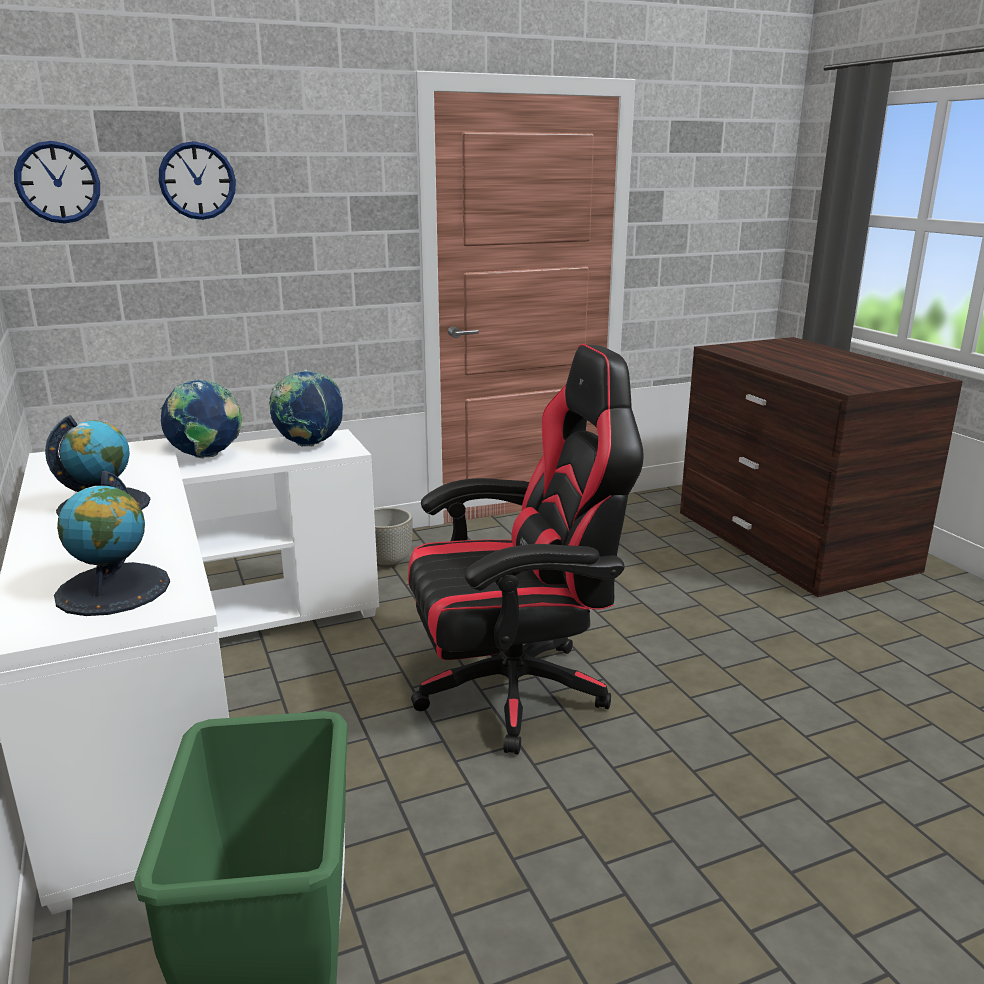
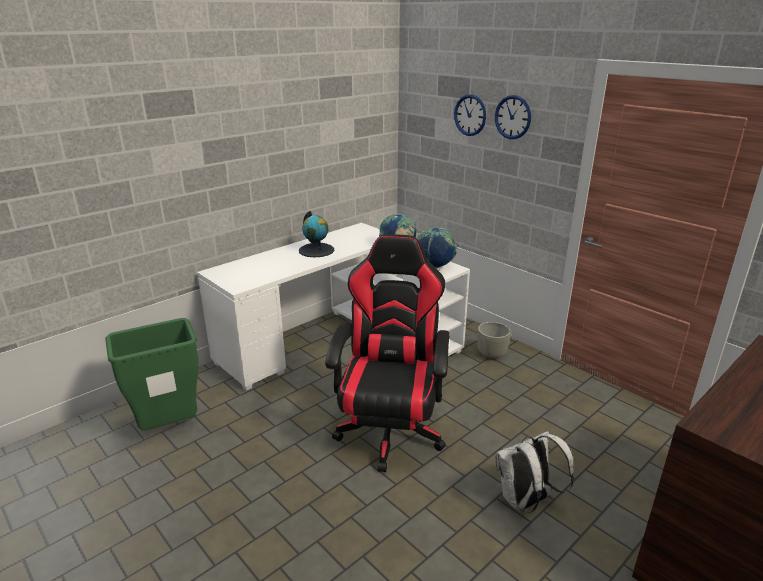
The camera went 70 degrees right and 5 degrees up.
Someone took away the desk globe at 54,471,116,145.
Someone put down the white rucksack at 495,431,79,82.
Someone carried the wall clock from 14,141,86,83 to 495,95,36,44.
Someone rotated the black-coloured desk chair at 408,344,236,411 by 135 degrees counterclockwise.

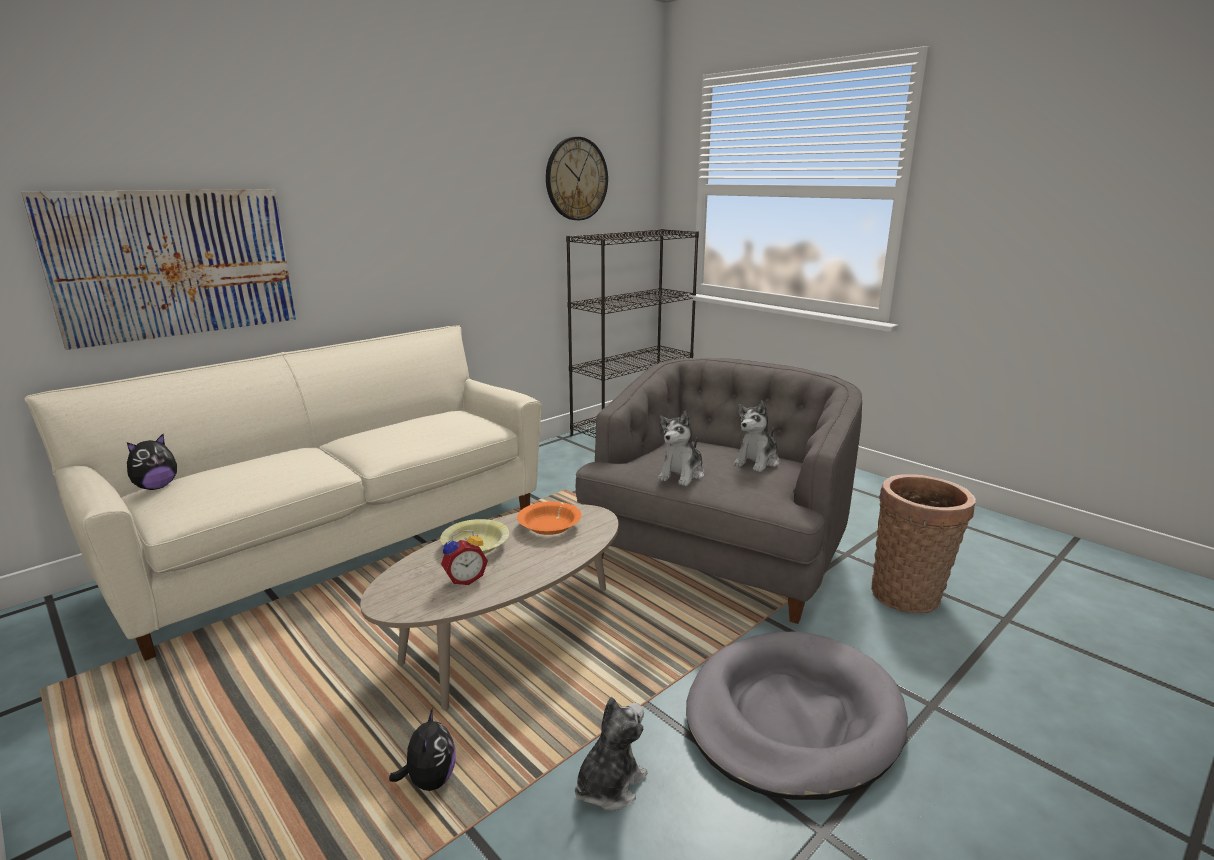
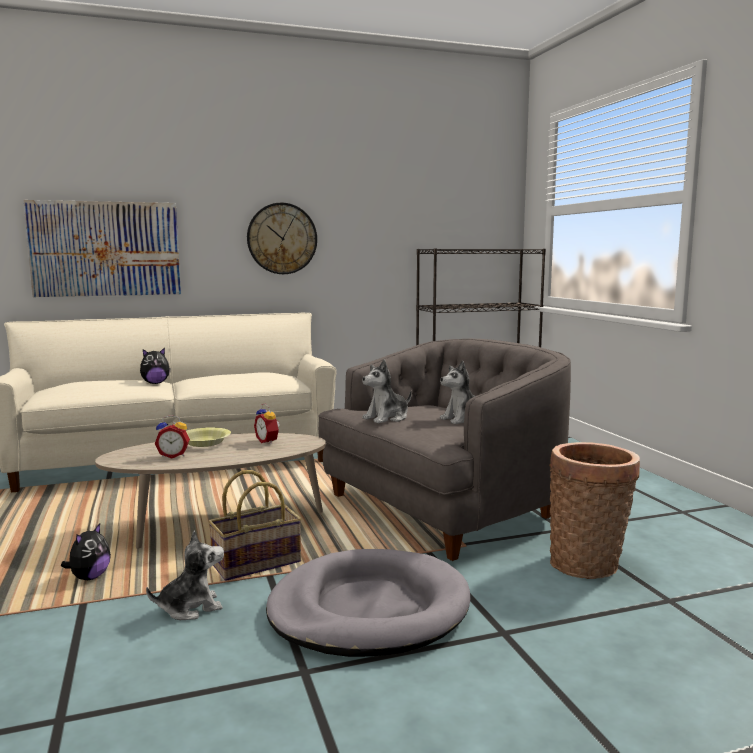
The camera went 25 degrees right and 10 degrees down.
Someone put down the household basket at 208,470,93,111.
Someone carried the soft toy from 127,434,50,56 to 140,348,31,36.
Someone carried the wall clock from 546,137,62,83 to 247,203,70,71.
Someone swapped the orange-coloured bowl at 517,501,64,34 for the bedside clock at 254,403,26,42.

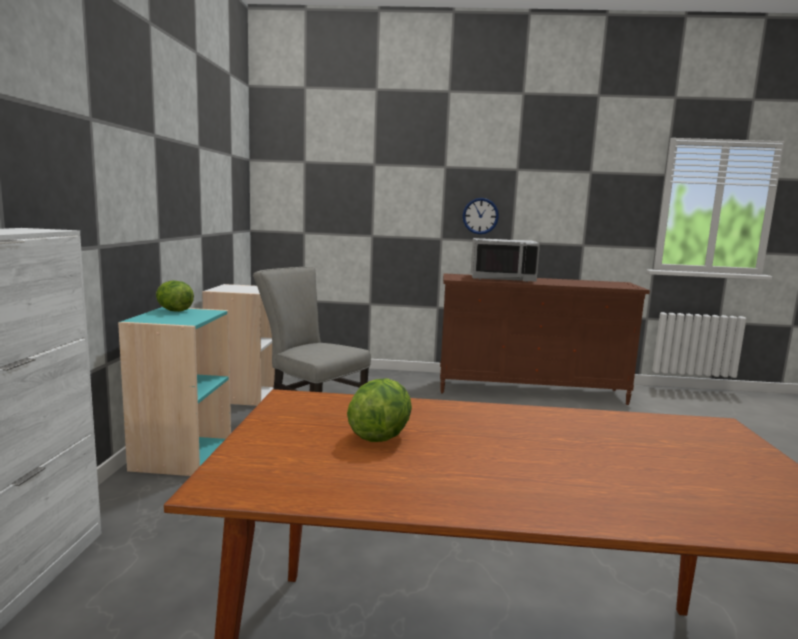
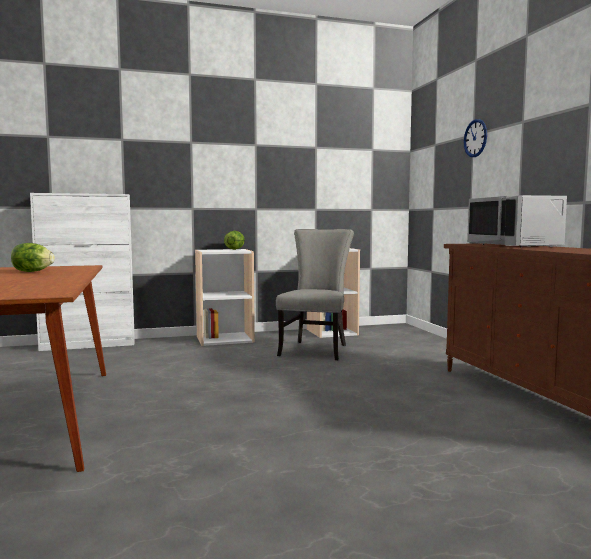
The camera went 70 degrees right and 5 degrees down.
Someone carried the wall clock from 463,198,36,36 to 464,119,23,38.
Someone repainted the turquoise-coloured bookcase at 118,307,113,169, which became the white bookcase at 195,249,60,97.

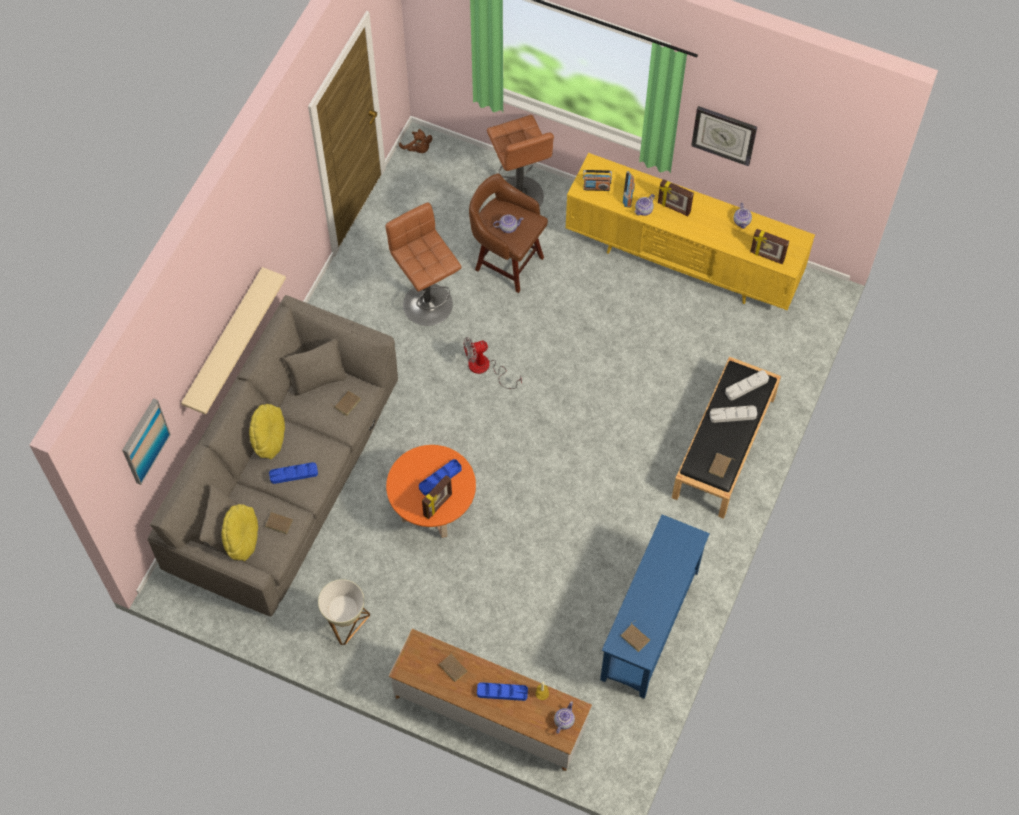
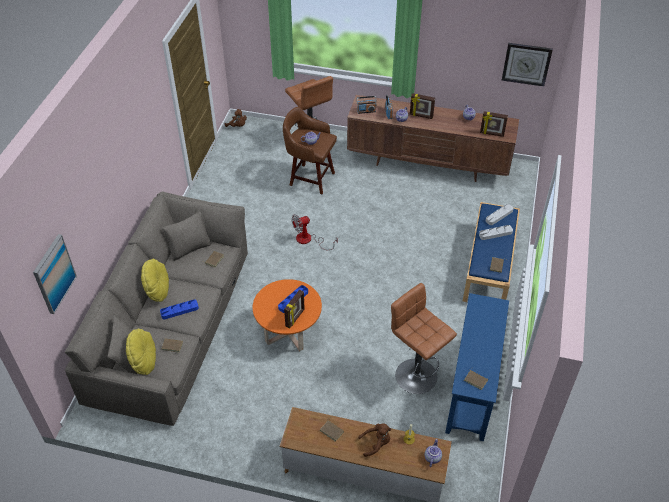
The camera went 10 degrees left and 15 degrees down.
Someone took away the sand-coloured shelf at 181,267,105,148.
Someone took away the flower pot at 318,579,52,66.
Someone carried the brownish stool from 385,203,77,123 to 391,283,66,111.
Someone carried the wall clock from 691,106,66,61 to 502,43,51,44.
Someone swapped the blue serving tray at 477,682,51,19 for the brownish soft toy at 358,423,33,34.
Someone repainted the yellow cabinet at 566,153,249,157, which became the brownish cabinet at 347,95,172,87.
Someone repainted the black-coloured indoor bench at 672,357,109,162, which became the blue indoor bench at 463,202,57,100.

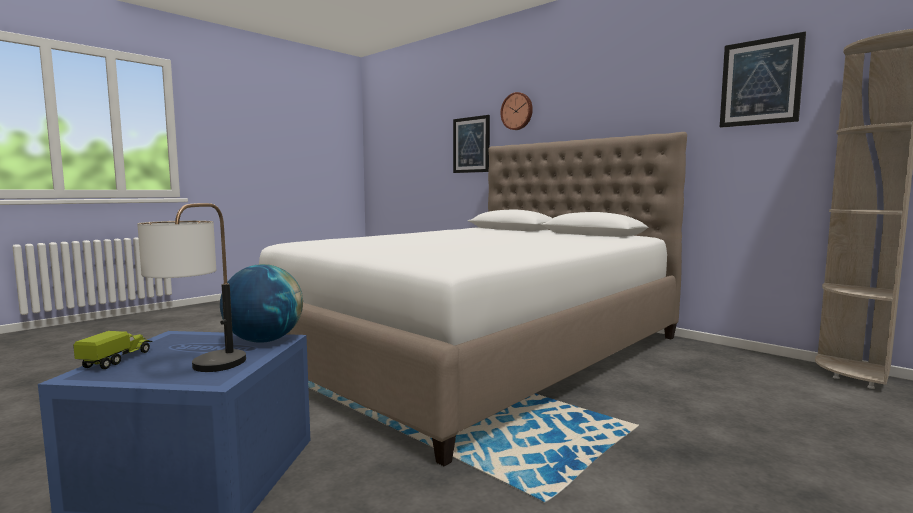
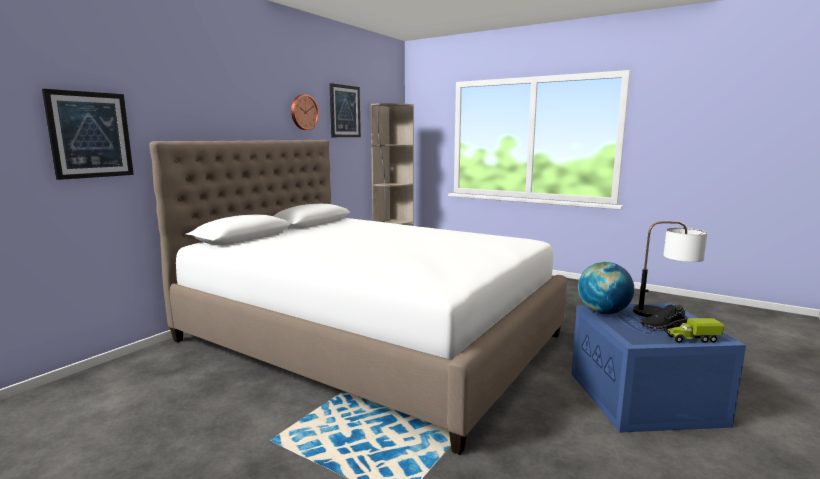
The camera went 100 degrees left and 5 degrees up.
Someone put down the black-coloured item of footwear at 640,305,48,26.
Someone carried the wall clock from 501,92,32,38 to 291,94,28,36.

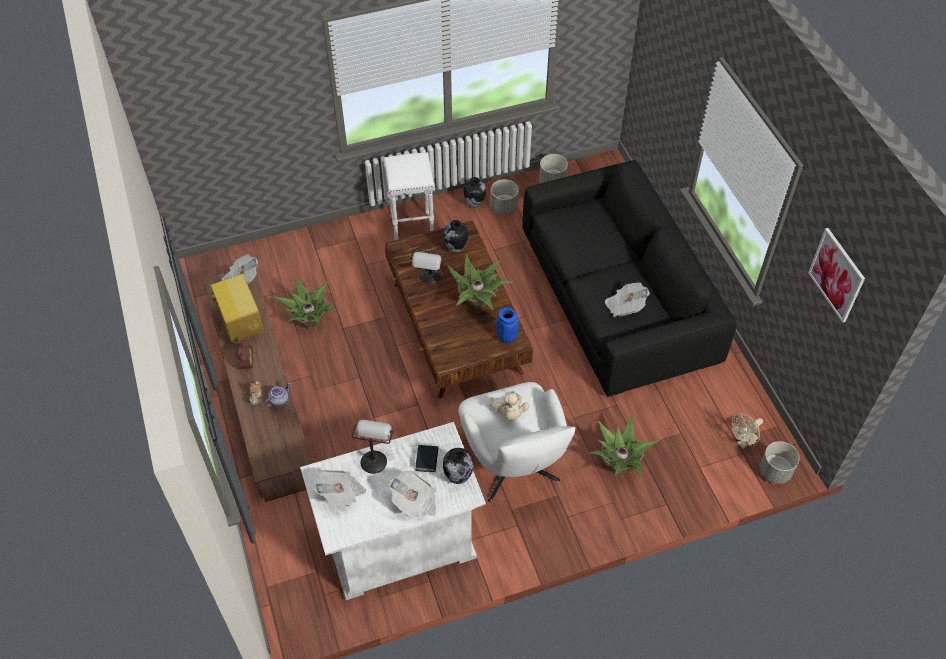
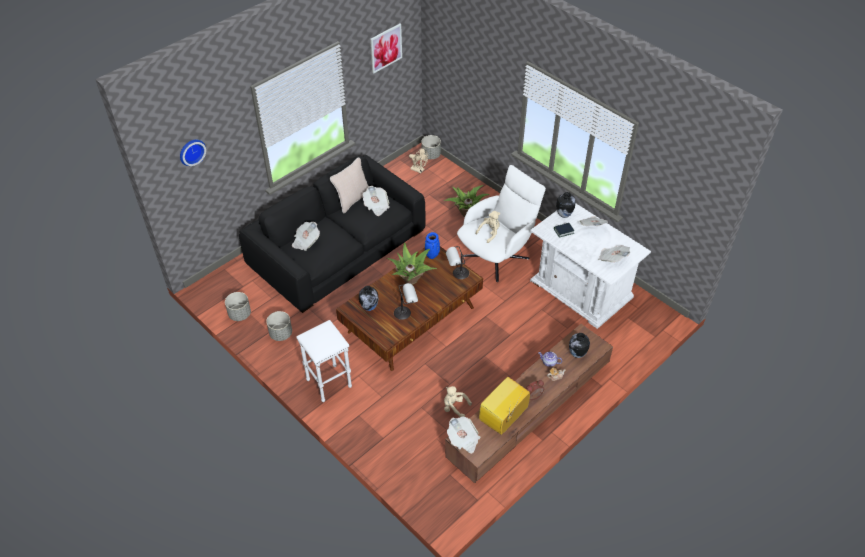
The camera went 115 degrees left and 5 degrees down.
Someone put up the wall clock at 180,140,26,26.
Someone put down the printed paper at 292,222,28,29.
Someone put down the sand-coloured throw pillow at 330,157,39,56.
Someone carried the tabletop lamp from 352,420,41,54 to 446,246,23,33.
Someone carried the vase from 463,177,23,30 to 569,333,21,25.
Someone swapped the houseplant at 274,278,62,51 for the sand-coloured soft toy at 444,386,28,31.

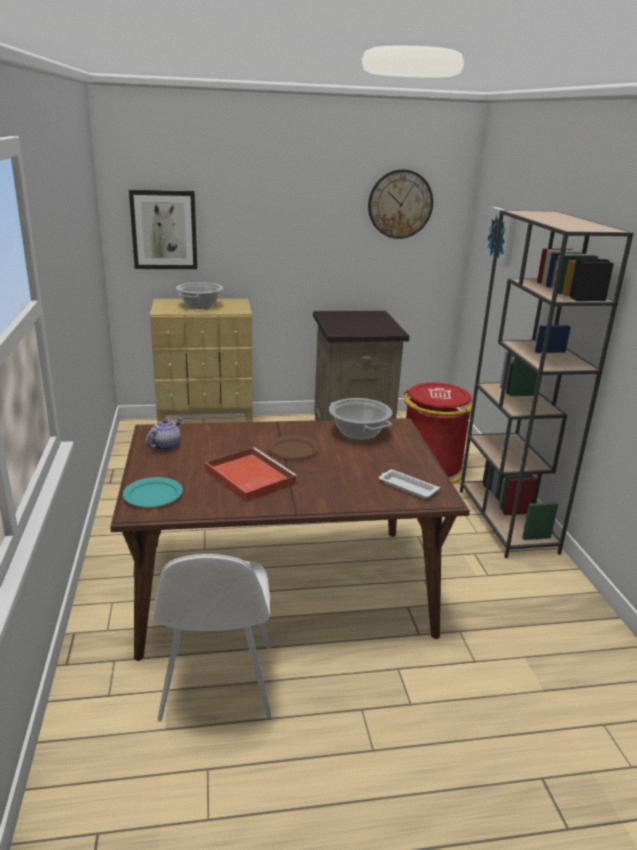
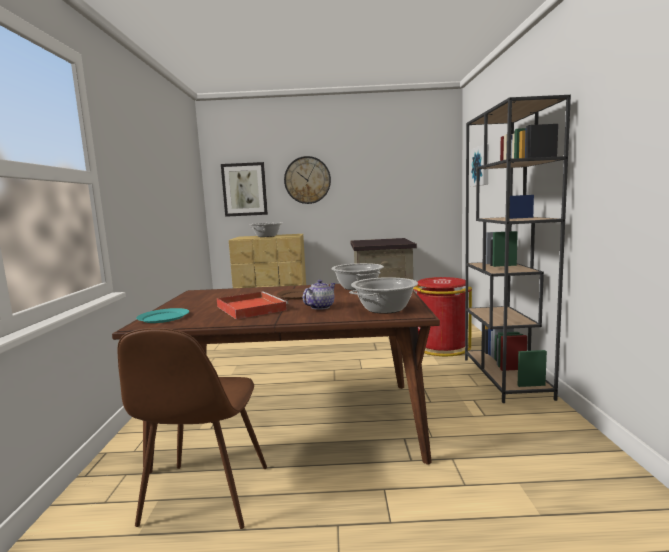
The camera went 10 degrees right and 15 degrees down.
Someone carried the teapot from 146,418,37,33 to 303,280,33,30.
Someone carried the wall clock from 368,169,65,70 to 284,156,47,48.
Someone swapped the white serving tray at 379,469,61,29 for the cooking pot at 349,277,69,37.
Someone repainted the white plain chair at 153,554,119,168, which became the brownish plain chair at 118,328,149,201.

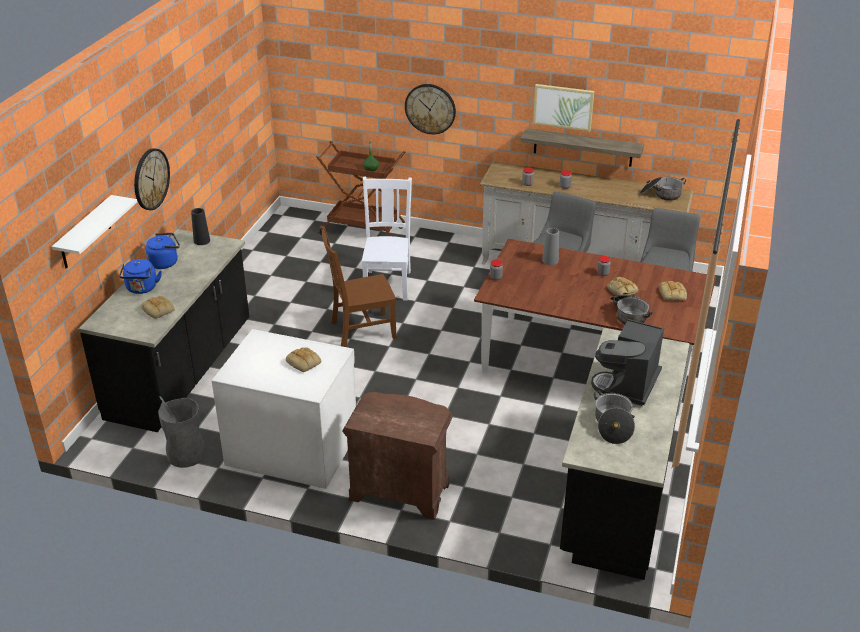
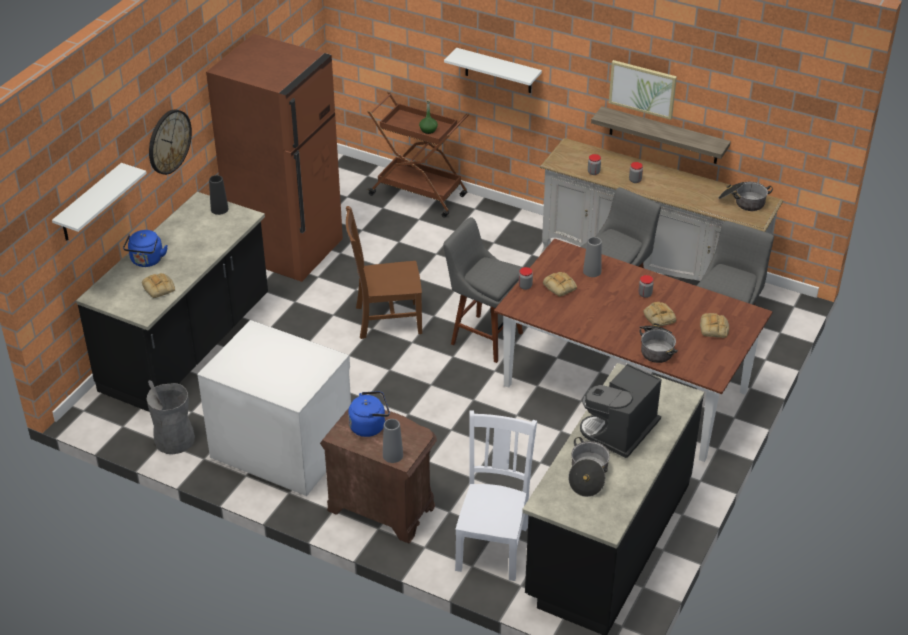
The camera went 10 degrees right and 5 degrees up.
Someone put down the brownish refrigerator at 206,33,137,249.
Someone put down the gray vase at 383,419,20,44.
Someone put down the gray stool at 443,217,80,146.
Someone carried the blue kettle from 145,233,35,36 to 348,391,42,46.
Someone carried the bakery bread from 286,347,35,25 to 543,272,34,25.
Someone carried the white plain chair from 362,177,50,124 to 455,410,82,171.
Someone swapped the wall clock at 405,84,51,50 for the white shelf at 444,48,98,45.

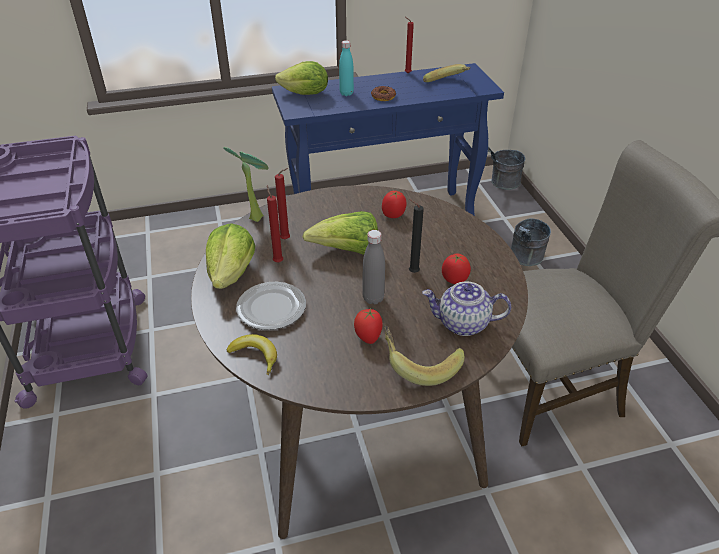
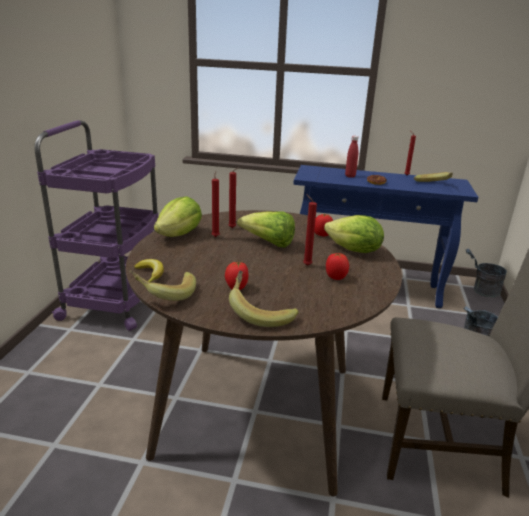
The camera went 25 degrees right and 15 degrees down.
Someone took away the houseplant at 223,147,46,75.
Someone took away the dinner plate at 236,282,70,48.
Someone took away the gray bottle at 362,230,23,74.
Someone took away the teapot at 422,281,89,55.
Someone put down the banana fruit at 129,271,67,30.
Someone carried the lettuce from 275,61,53,34 to 324,215,60,38.
Someone repainted the turquoise-coloured bottle at 339,40,15,56, which became the red-coloured bottle at 345,136,13,42.
Someone repainted the black-coloured wax candle at 409,199,15,74, which became the red-coloured wax candle at 303,194,14,72.

